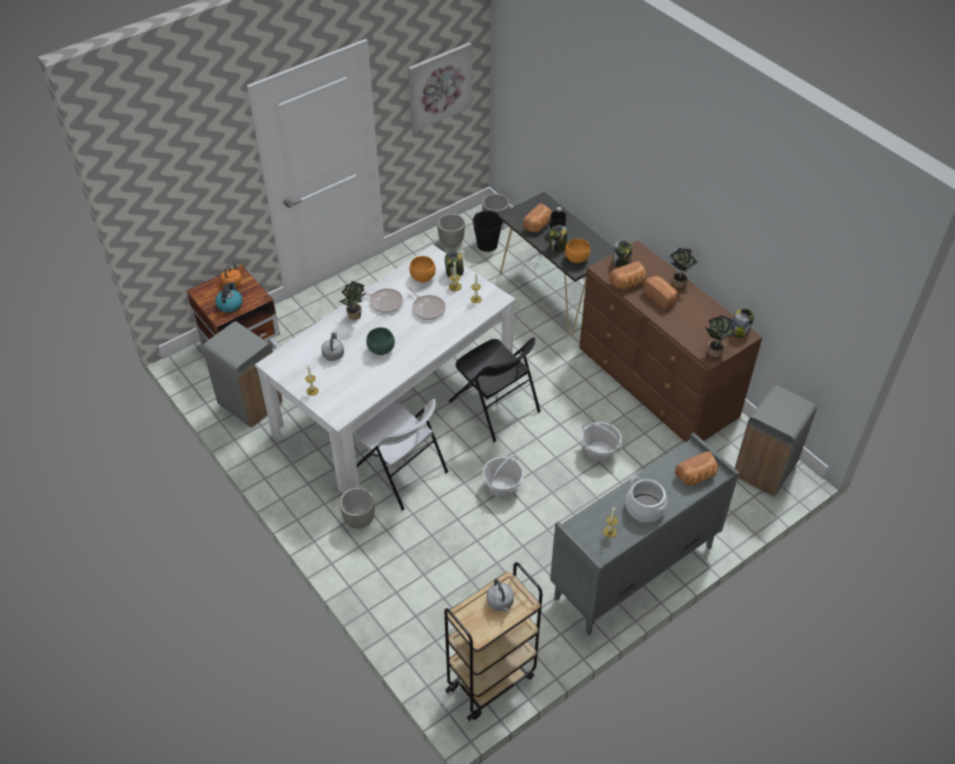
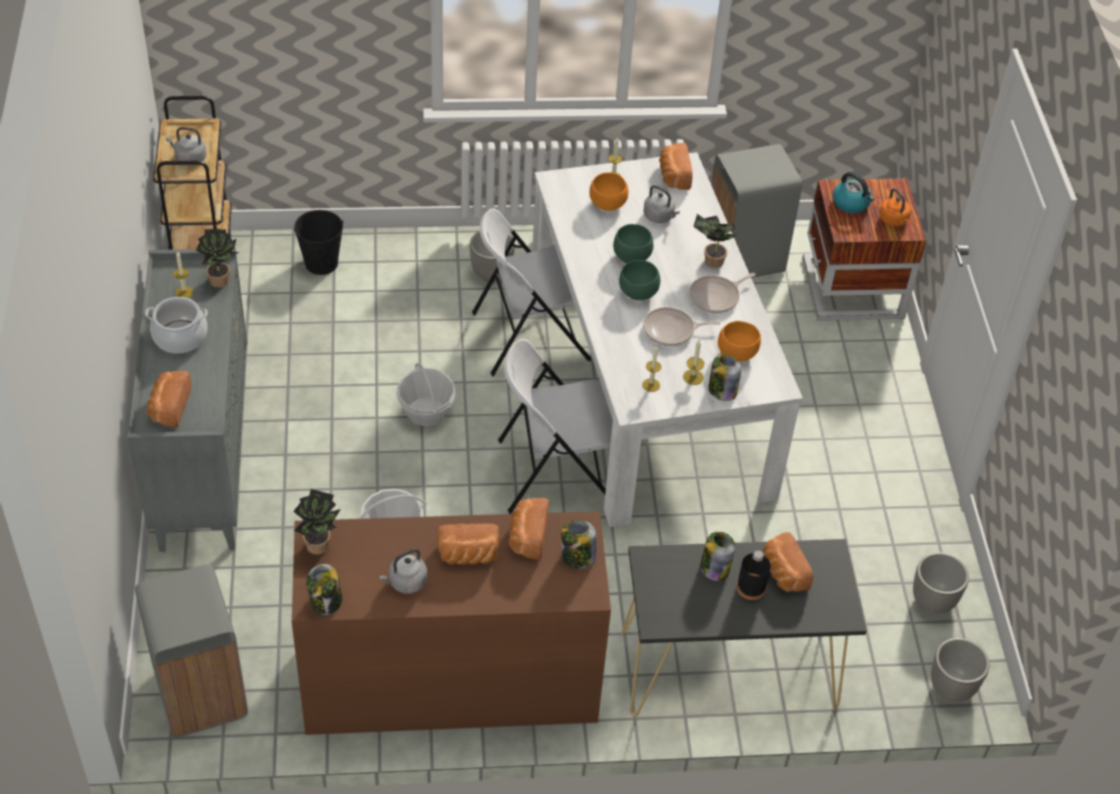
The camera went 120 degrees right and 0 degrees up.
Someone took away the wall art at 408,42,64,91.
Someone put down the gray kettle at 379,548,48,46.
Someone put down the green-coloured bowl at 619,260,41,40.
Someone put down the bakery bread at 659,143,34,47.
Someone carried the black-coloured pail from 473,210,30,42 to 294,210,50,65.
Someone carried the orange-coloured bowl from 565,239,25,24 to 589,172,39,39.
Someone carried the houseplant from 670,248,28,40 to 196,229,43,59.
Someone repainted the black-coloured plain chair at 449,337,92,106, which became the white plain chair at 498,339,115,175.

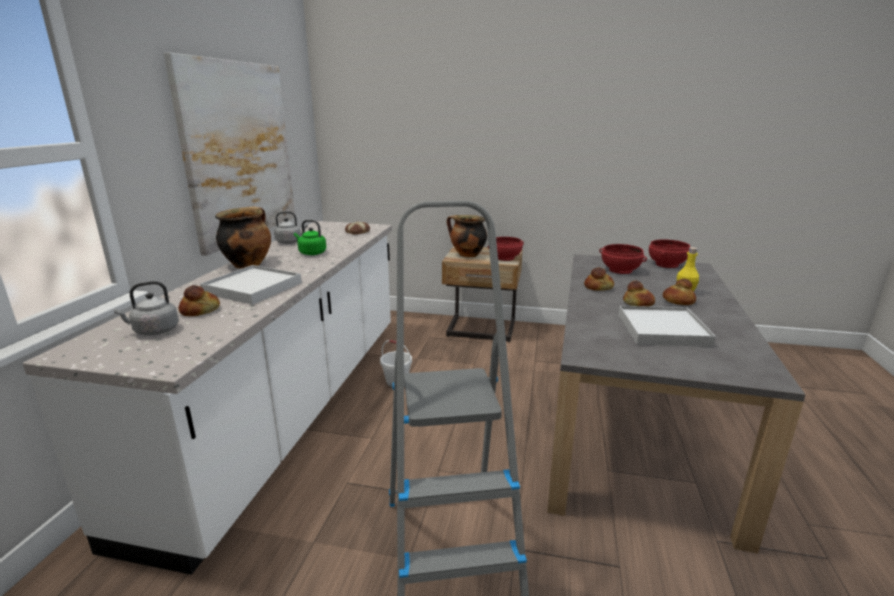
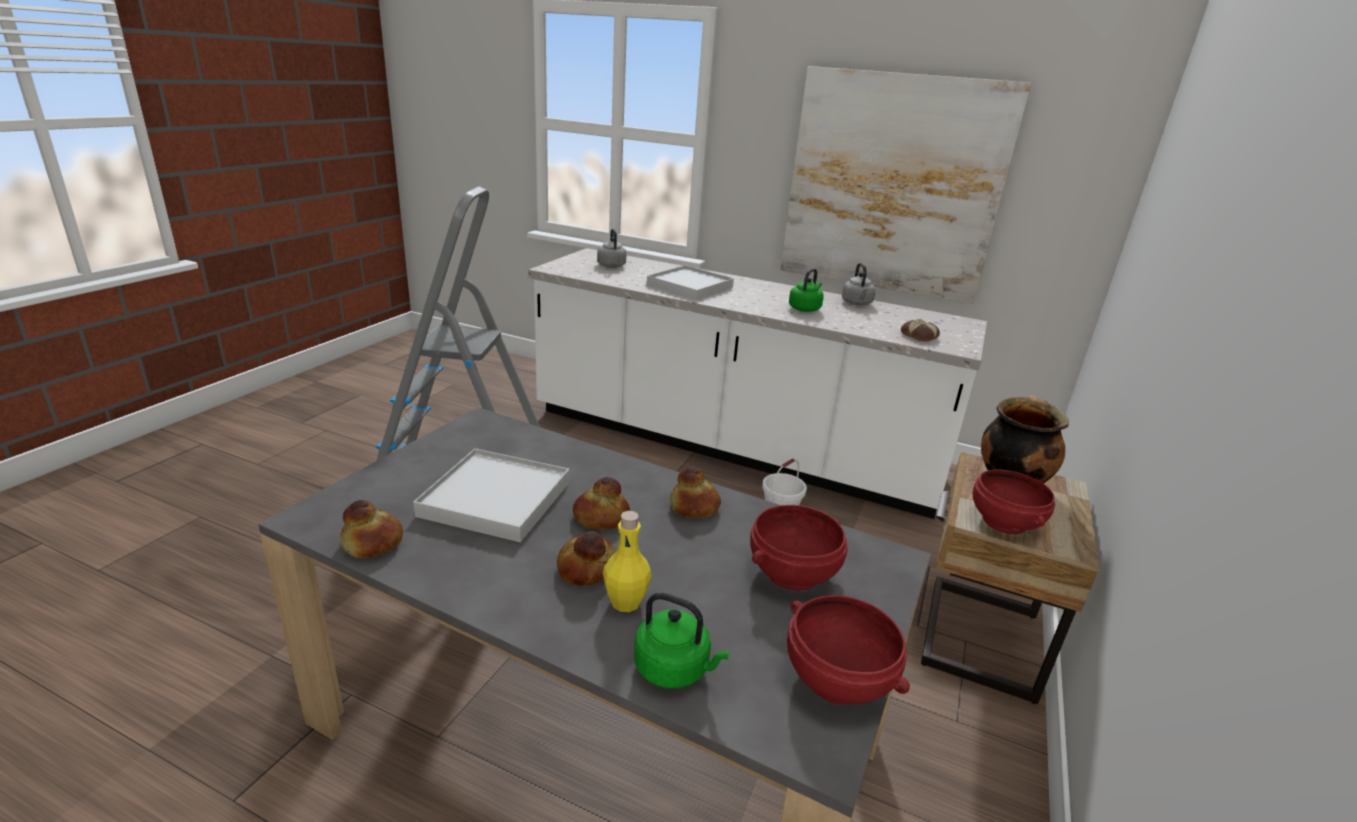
The camera went 100 degrees right and 5 degrees up.
Someone took away the cooking pot at 215,206,56,63.
Someone put down the green-coloured kettle at 634,593,95,96.
Someone carried the bakery bread from 178,285,42,31 to 340,500,63,58.

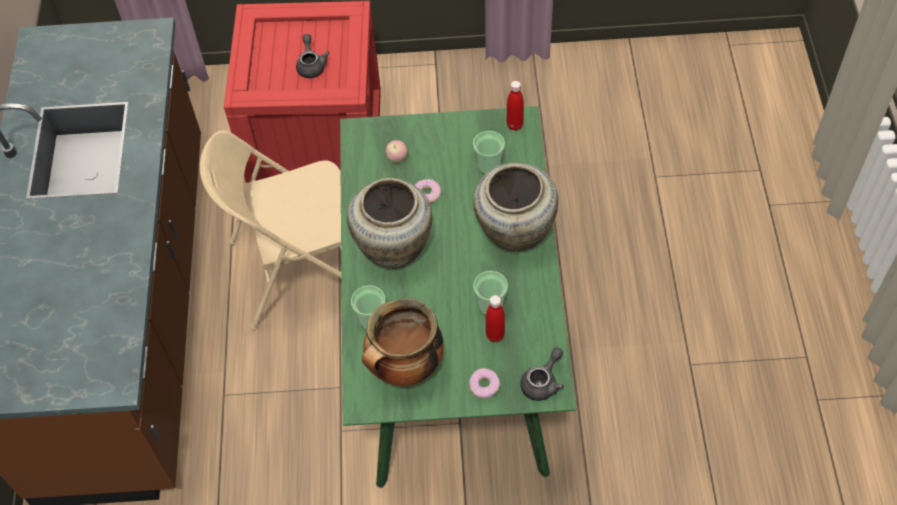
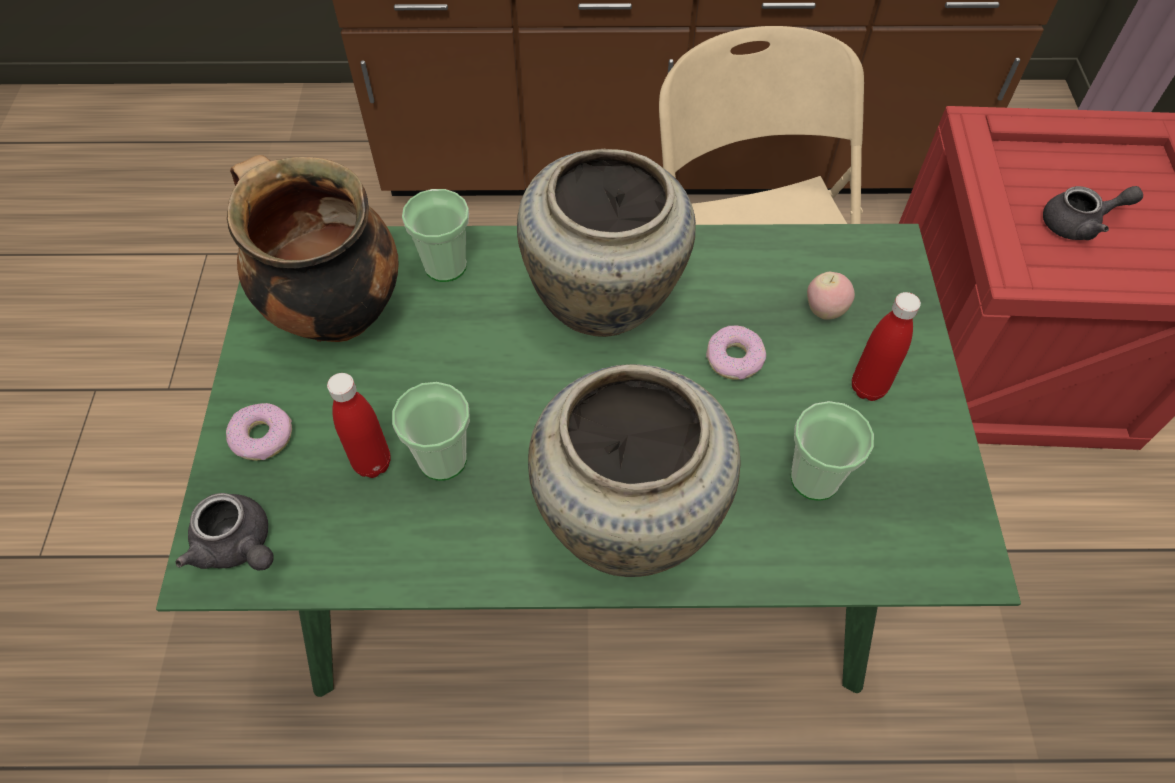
The camera went 90 degrees right and 0 degrees up.
Someone carried the red-coloured bottle from 507,81,17,50 to 852,292,69,109.

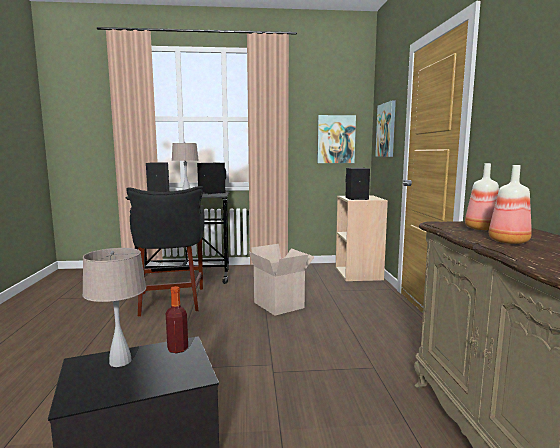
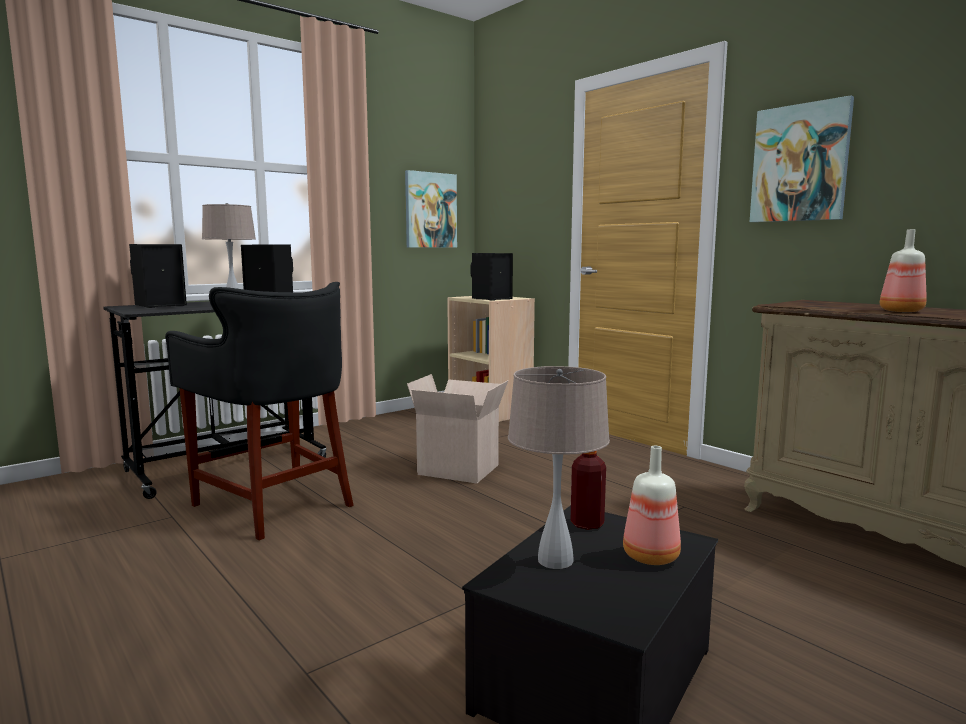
The camera went 35 degrees left and 0 degrees up.
Someone carried the wall art from 375,100,21,57 to 750,95,104,127.
Someone carried the bottle from 465,163,34,67 to 623,446,58,119.

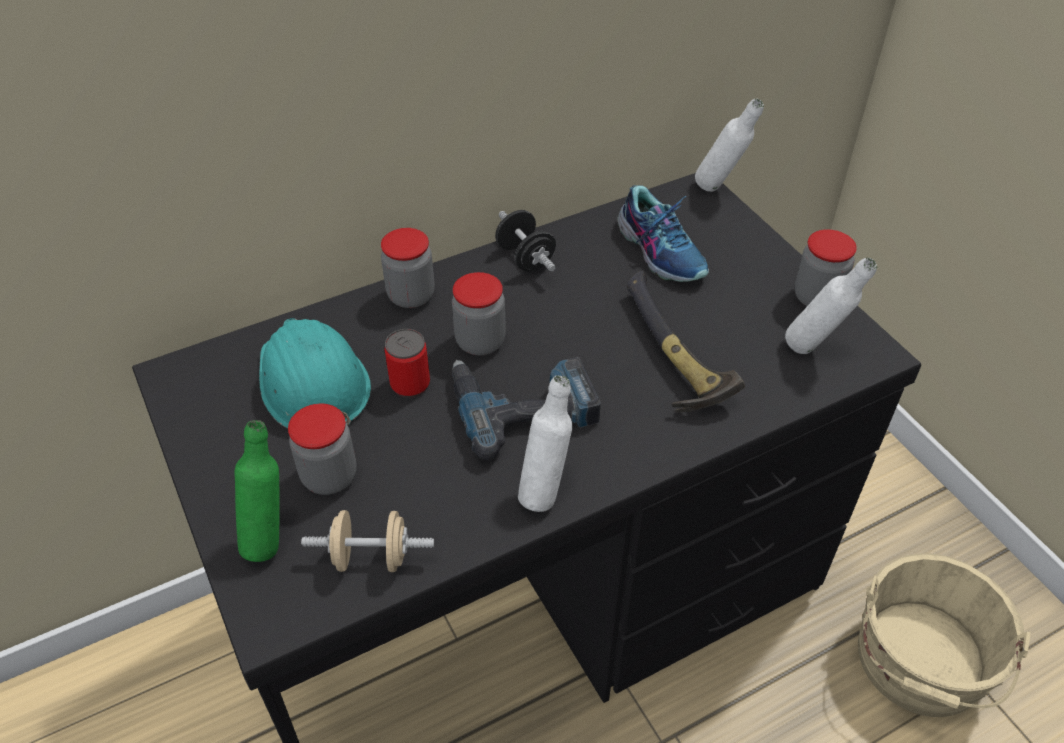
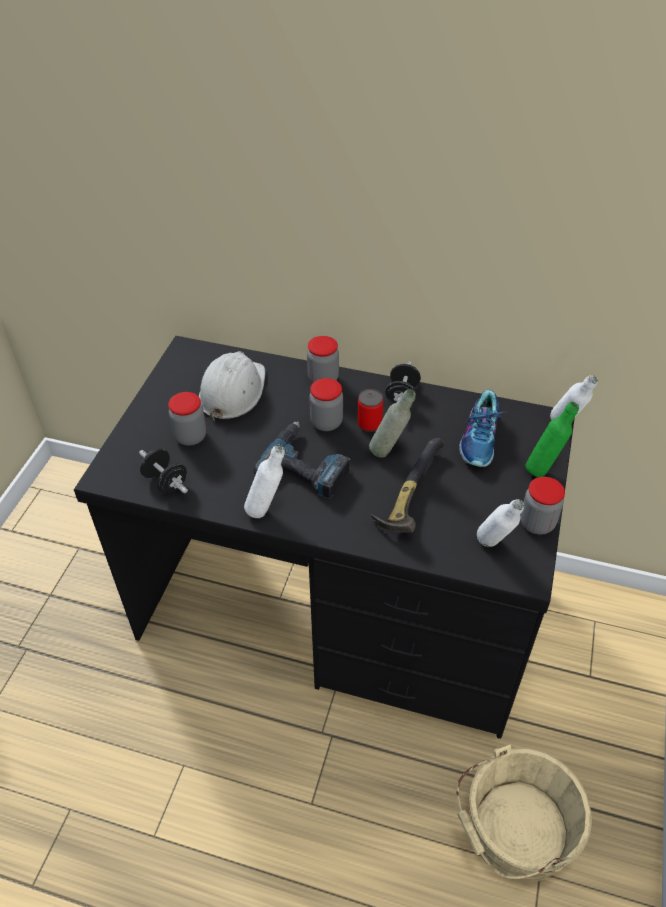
The camera went 45 degrees right and 0 degrees up.
Someone put down the gray bottle at 369,389,47,69.
Someone carried the green-coloured bottle from 234,420,46,142 to 525,402,54,75.
Someone carried the metal can from 385,329,45,69 to 357,389,26,43.
Someone repainted the turquoise-coloured safety helmet at 259,318,112,111, which became the white safety helmet at 199,351,66,71.
Someone repainted the sand-coloured dumbbell at 301,510,133,62, which became the black-coloured dumbbell at 139,448,49,46.

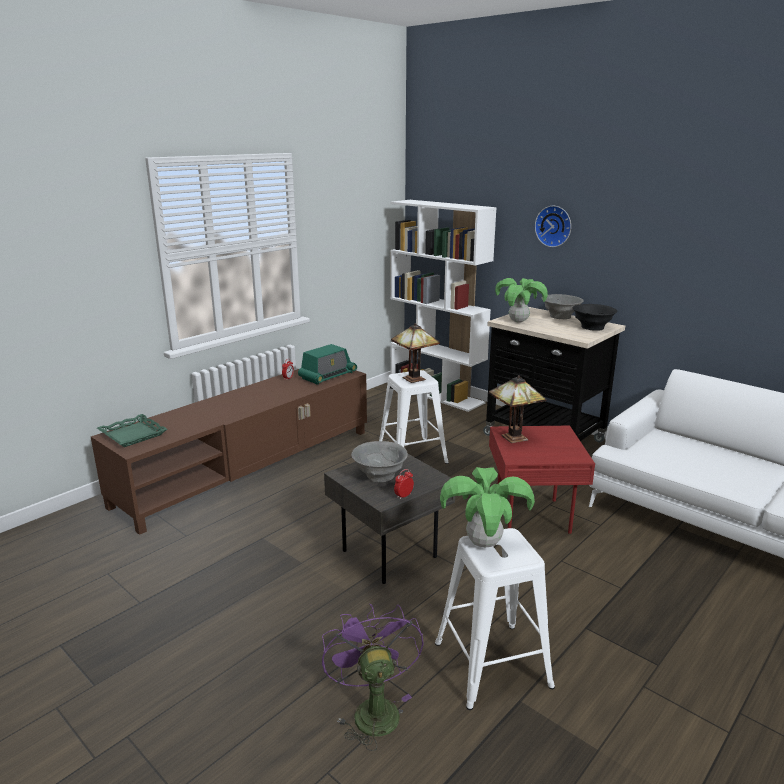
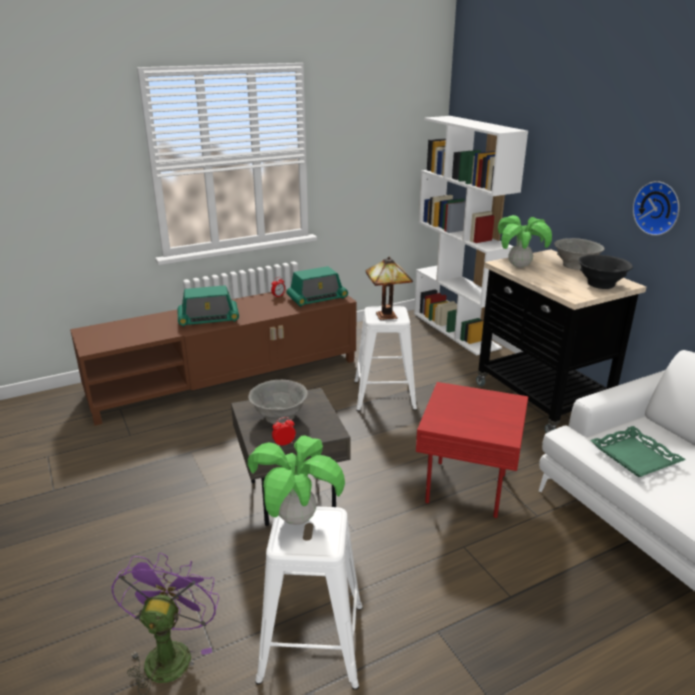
The camera went 20 degrees right and 5 degrees up.
Someone took away the tabletop lamp at 489,375,57,68.
Someone put down the radio set at 178,285,61,42.
Someone carried the green-coloured serving tray from 97,414,70,33 to 590,426,96,51.
Someone carried the wall clock from 535,206,36,41 to 633,181,46,55.

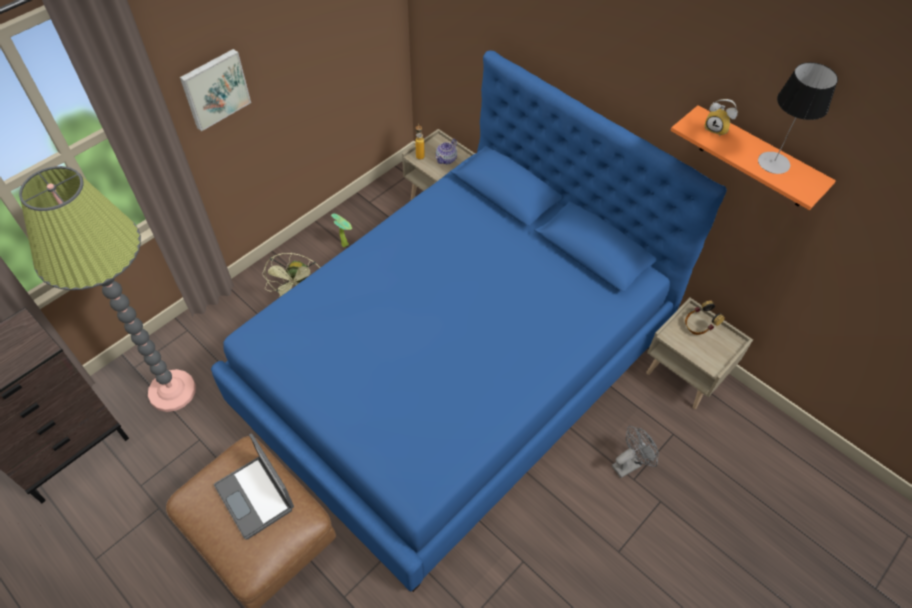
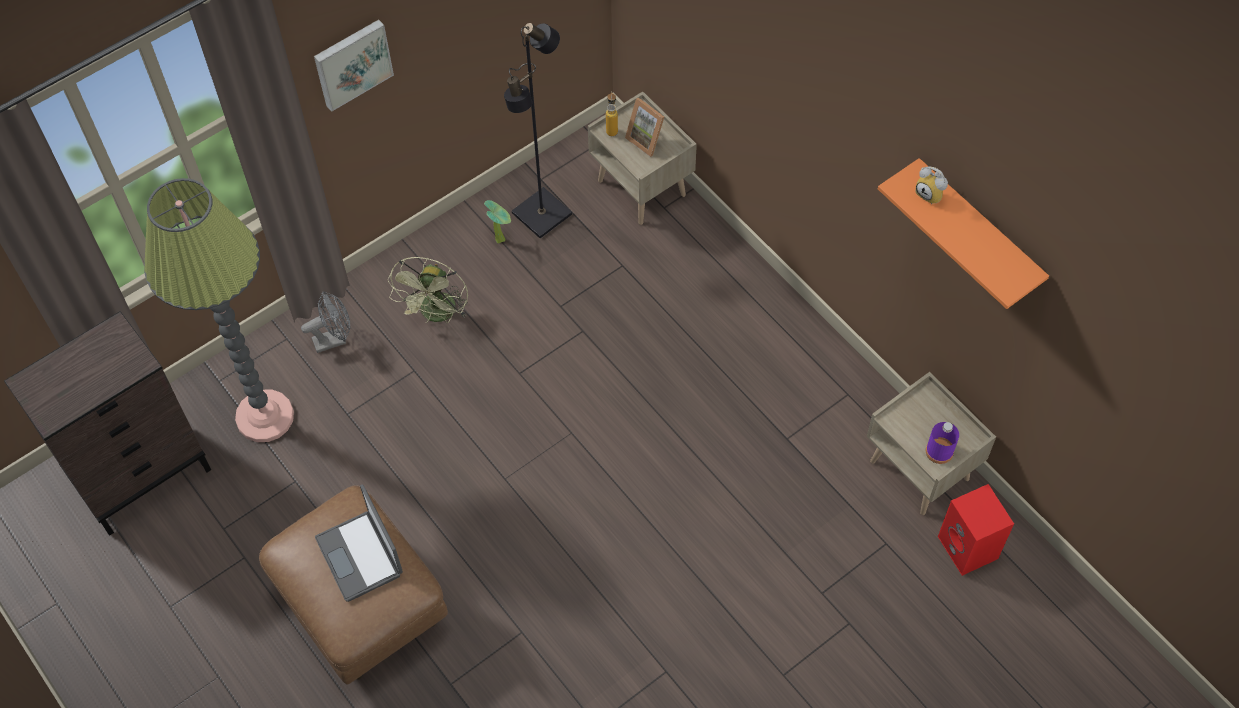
The camera went 10 degrees right and 5 degrees up.
Someone took away the blue bed at 211,50,516,542.
Someone took away the headset at 685,300,40,35.
Someone took away the tabletop lamp at 758,62,80,112.
Someone put down the black-coloured floor lamp at 504,23,68,216.
Someone put down the purplish bottle at 926,422,33,42.
Someone put down the red-coloured audio speaker at 938,484,76,92.
Someone carried the gray cooling fan from 612,426,47,52 to 301,291,50,62.
Someone swapped the teapot at 436,139,21,25 for the photo frame at 625,98,39,59.

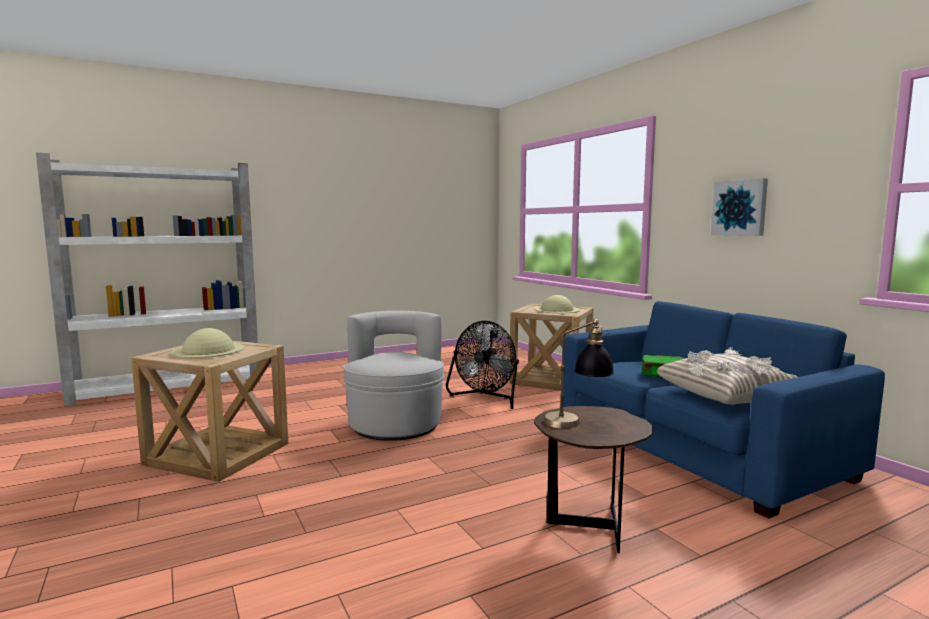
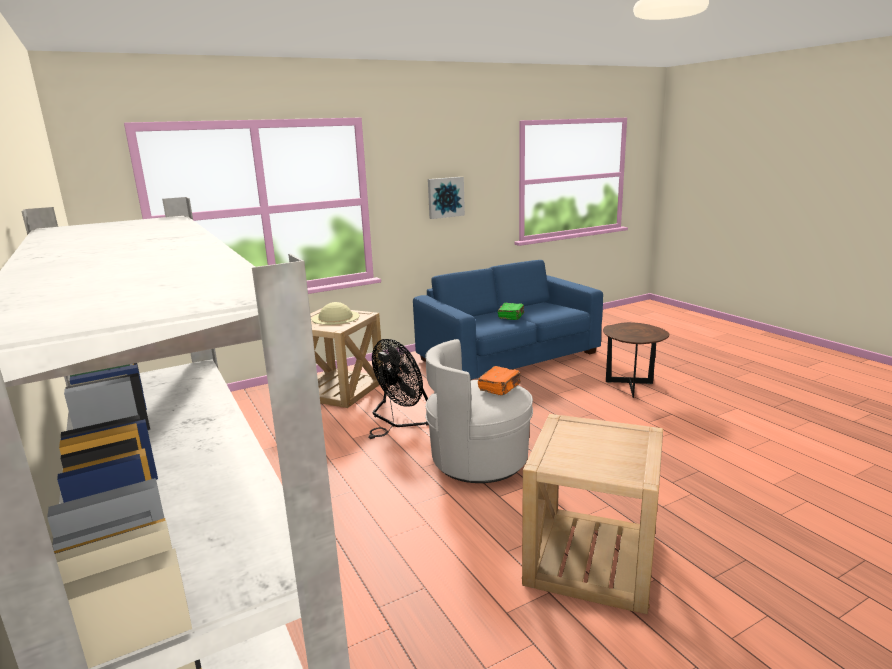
The camera went 90 degrees left and 10 degrees up.
Someone took away the sand-coloured wearable hat at 170,328,75,30.
Someone took away the tabletop lamp at 543,319,71,110.
Someone took away the sand-coloured throw pillow at 657,347,140,58.
Someone put down the orange-coloured volume at 478,366,43,29.
Someone rotated the black-coloured cooling fan at 446,321,73,88 by 75 degrees counterclockwise.

